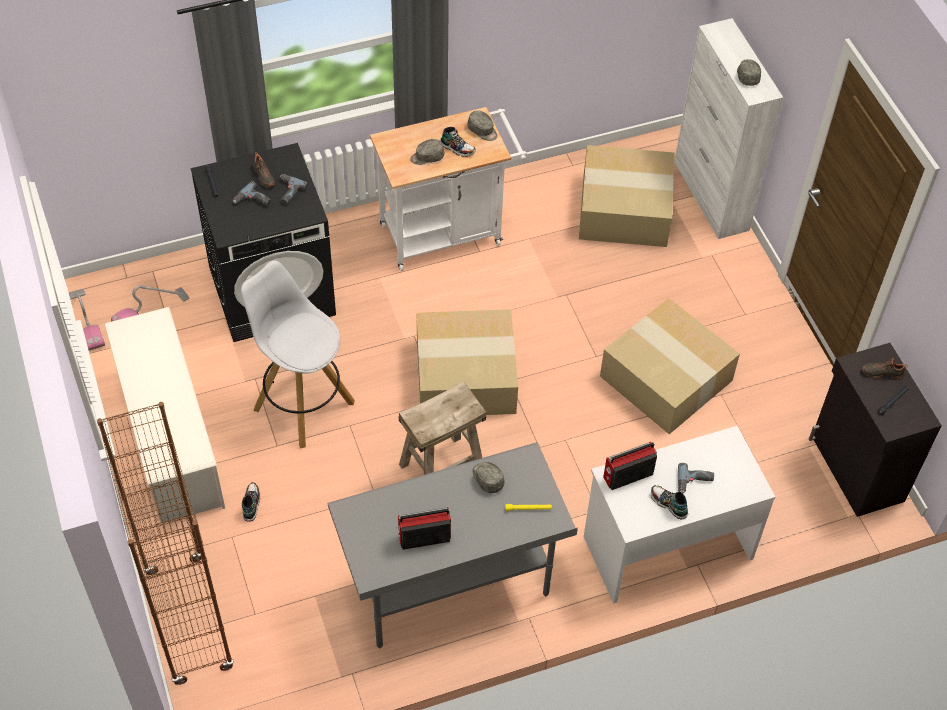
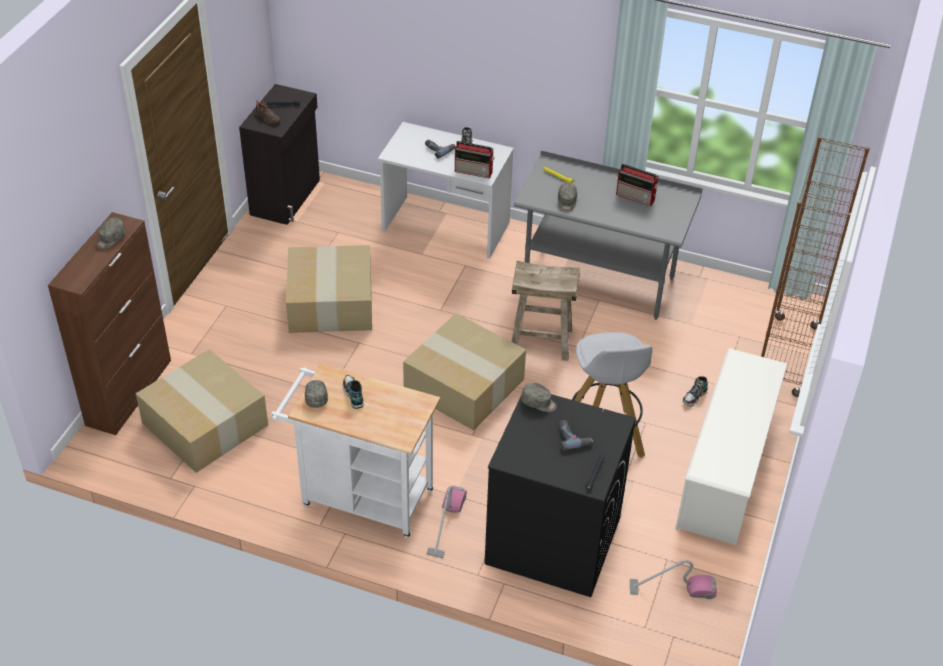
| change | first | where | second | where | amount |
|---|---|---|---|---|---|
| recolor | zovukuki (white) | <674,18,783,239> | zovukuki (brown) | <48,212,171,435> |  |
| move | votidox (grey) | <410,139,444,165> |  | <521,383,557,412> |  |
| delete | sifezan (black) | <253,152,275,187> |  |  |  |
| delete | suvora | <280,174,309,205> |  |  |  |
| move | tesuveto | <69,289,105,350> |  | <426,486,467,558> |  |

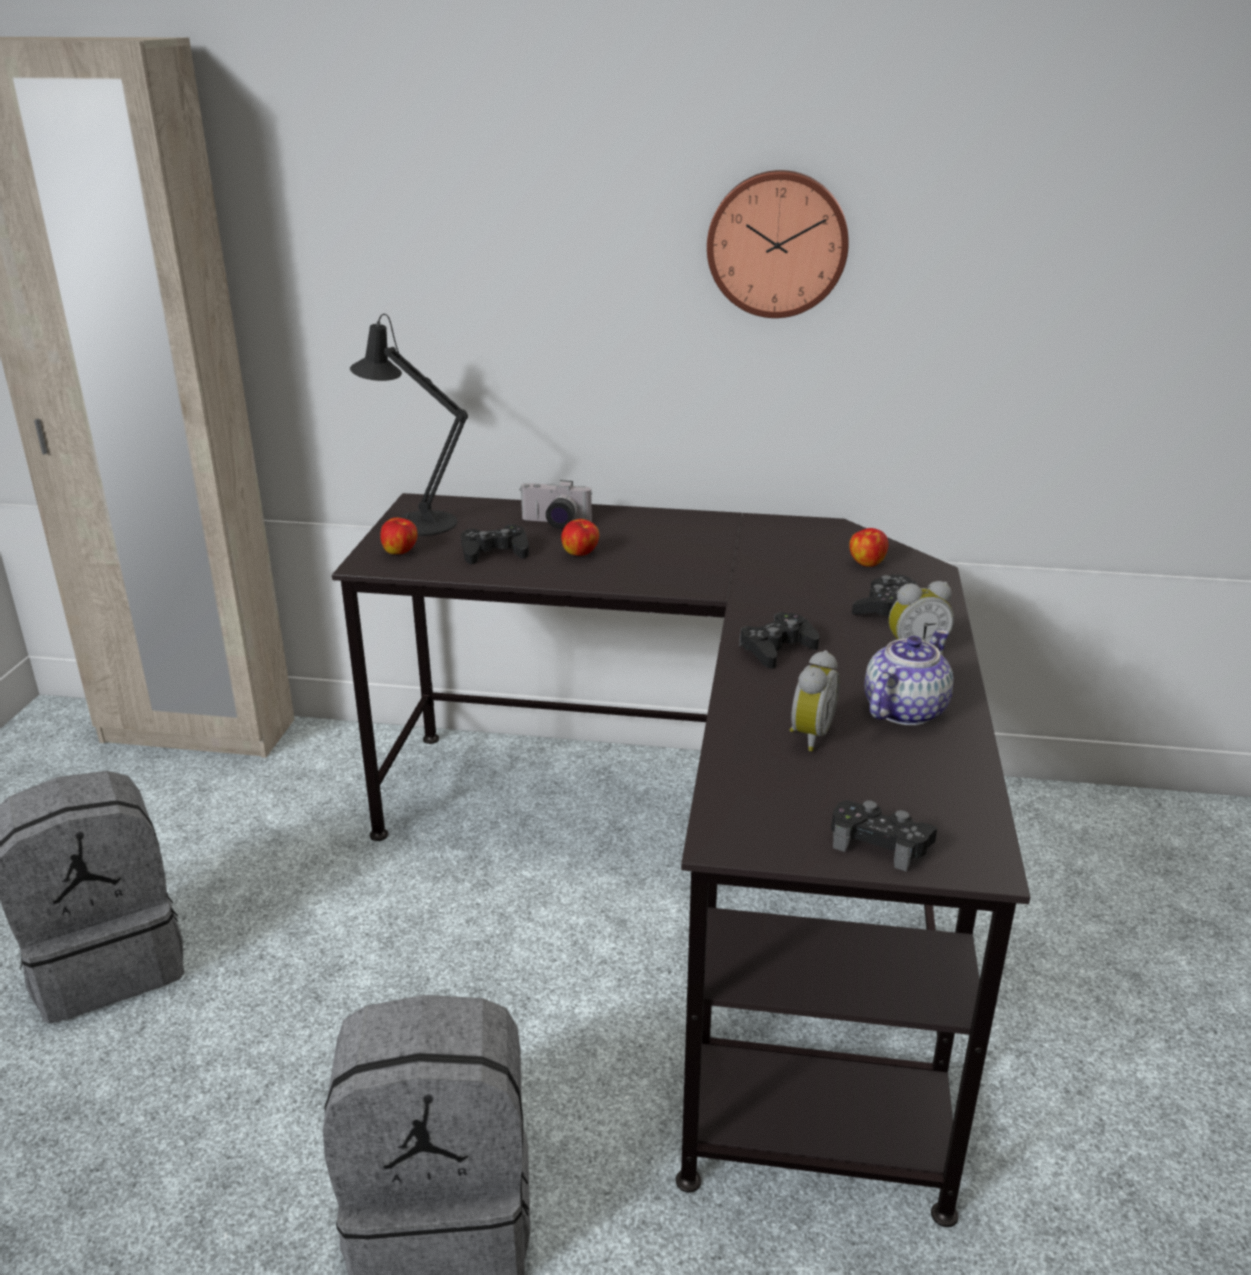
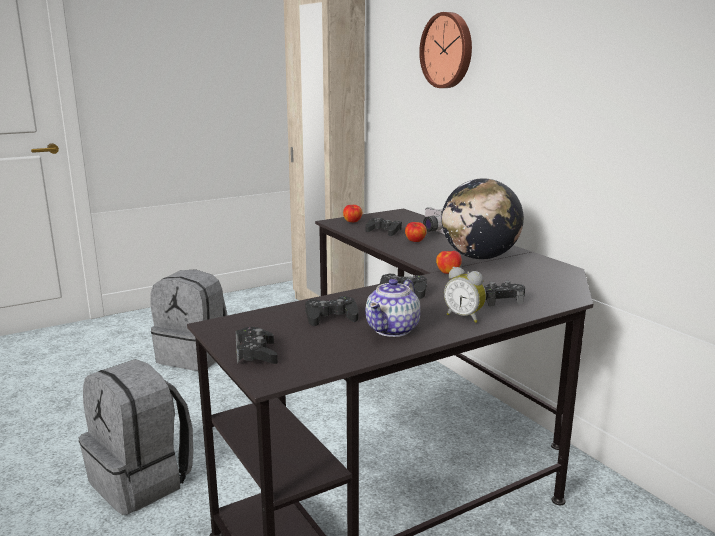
| change | first | where | second | where | amount |
|---|---|---|---|---|---|
| move | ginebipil | <707,170,849,318> |  | <419,12,472,88> |  |
| delete | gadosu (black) | <350,314,468,536> |  |  |  |
| move | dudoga | <849,528,888,567> |  | <436,251,462,274> |  |
| rotate | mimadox | <864,630,953,725> |  | <365,279,420,337> | 120 degrees clockwise |
| replace | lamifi | <790,650,840,751> | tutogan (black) | <305,296,359,326> |  |
| insert |  |  | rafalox | <441,178,524,259> |  |

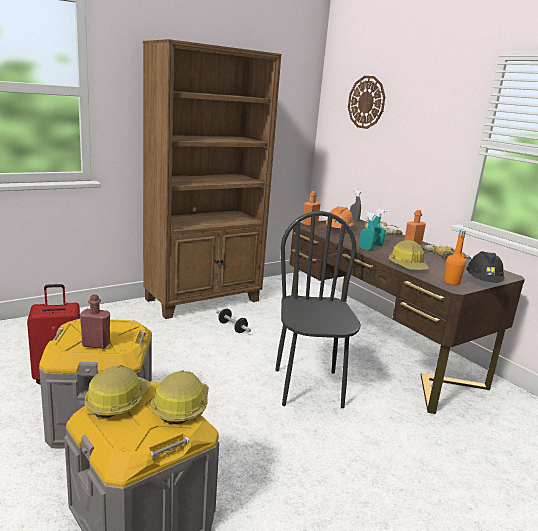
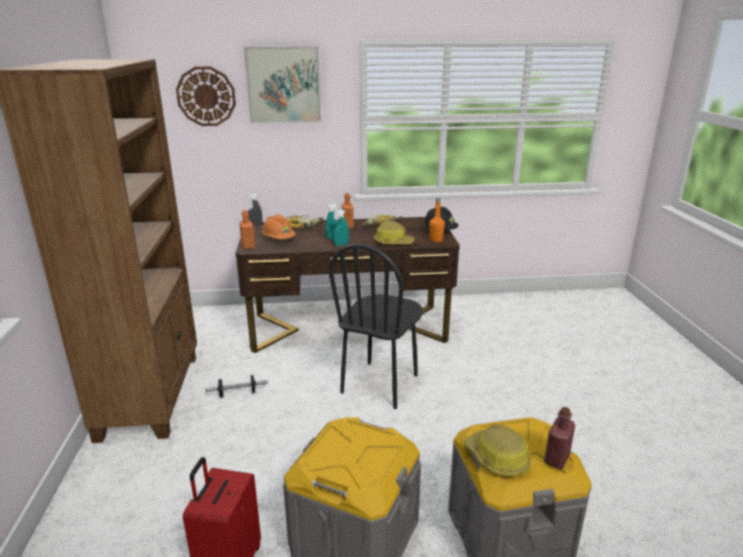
| change | first | where | second | where | amount |
|---|---|---|---|---|---|
| rotate | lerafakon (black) | <275,211,361,408> |  | <329,244,423,409> | 90 degrees counterclockwise |
| move | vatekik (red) | <80,294,110,349> |  | <544,407,576,469> |  |
| delete | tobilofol | <151,370,209,424> |  |  |  |
| insert |  |  | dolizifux | <244,46,321,123> |  |

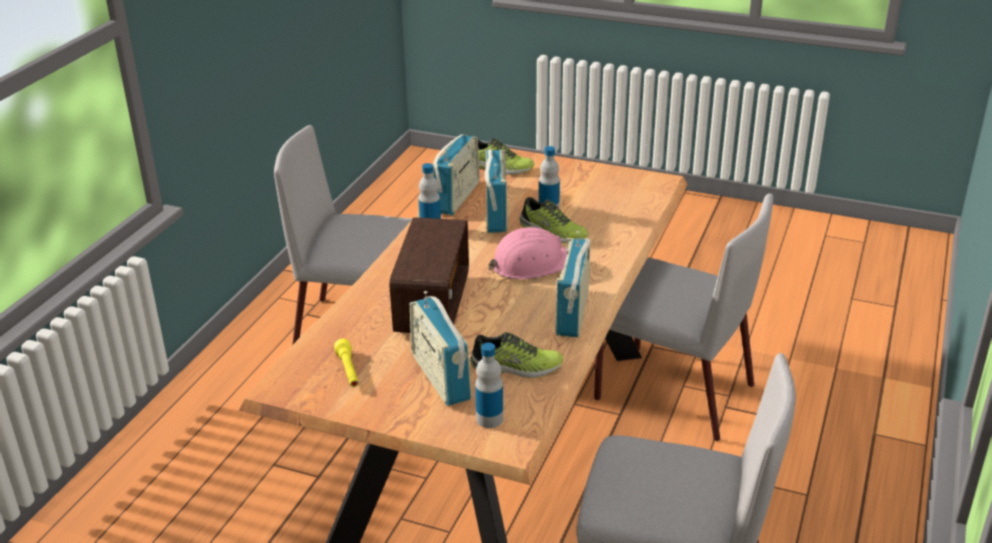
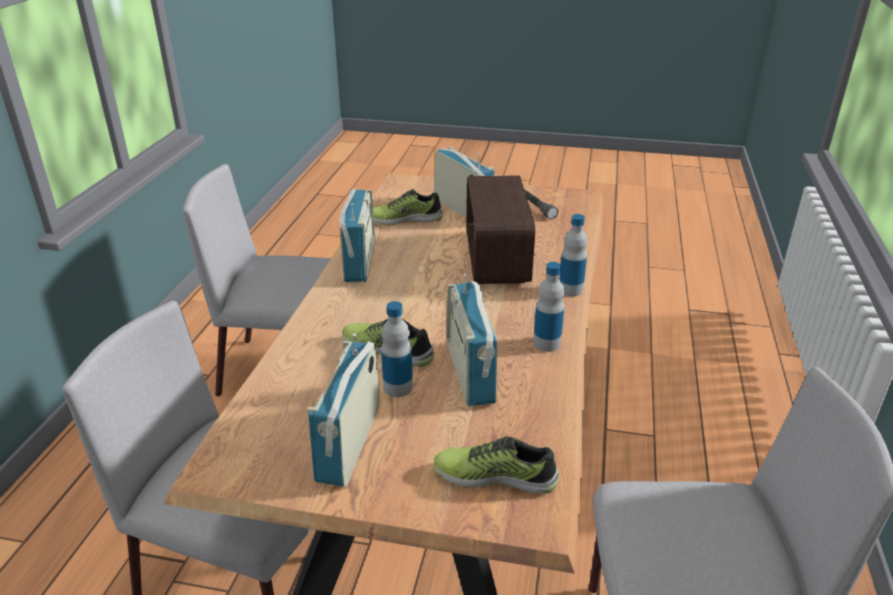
| change | first | where | second | where | amount |
|---|---|---|---|---|---|
| move | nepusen | <433,134,480,215> |  | <308,333,380,487> |  |
| delete | tobilofol (pink) | <489,227,567,279> |  |  |  |
| recolor | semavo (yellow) | <334,339,359,387> | semavo (grey) | <525,190,558,219> |  |
| move | vatekik | <475,342,503,428> |  | <559,214,587,296> |  |

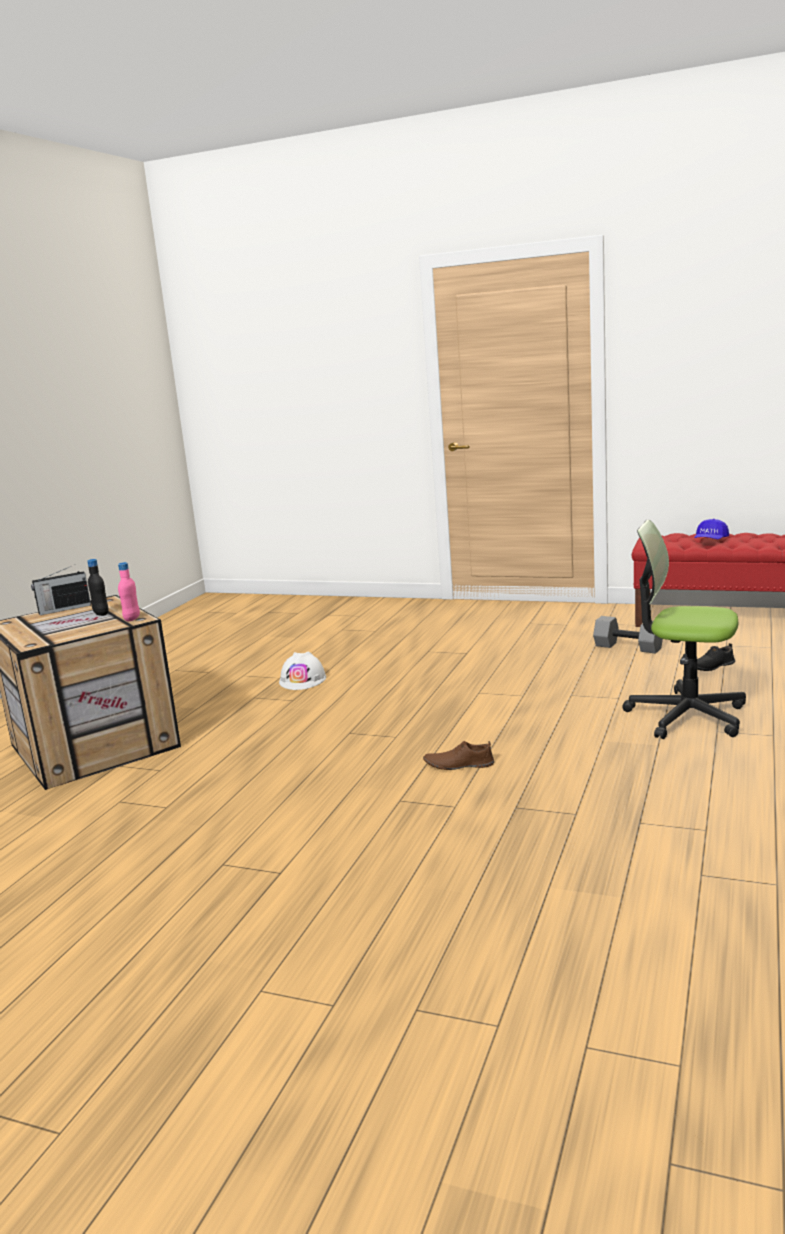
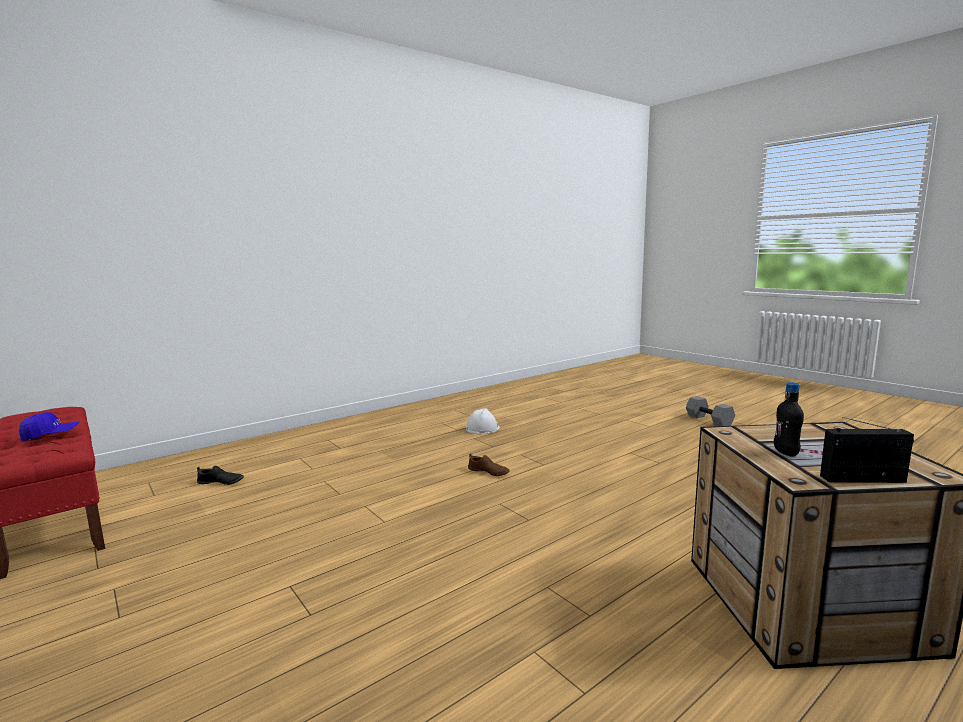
| change | first | where | second | where | amount |
|---|---|---|---|---|---|
| delete | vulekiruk | <622,520,746,739> |  |  |  |
| delete | vatekik (pink) | <118,562,140,622> |  |  |  |
| move | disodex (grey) | <593,616,663,654> |  | <686,396,735,426> |  |
| move | tobilofol (white) | <279,651,326,690> |  | <466,408,500,434> |  |

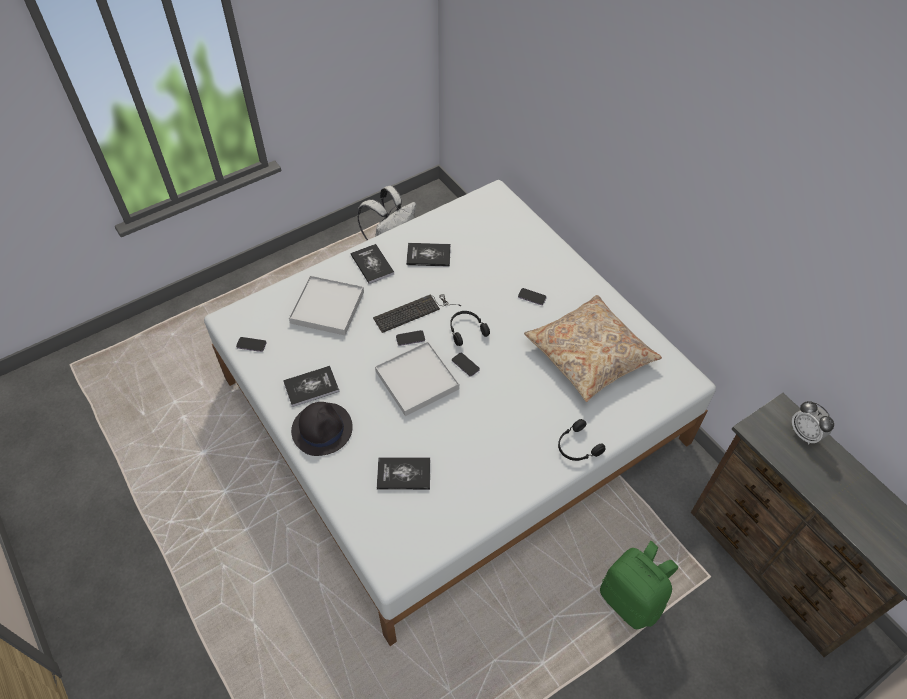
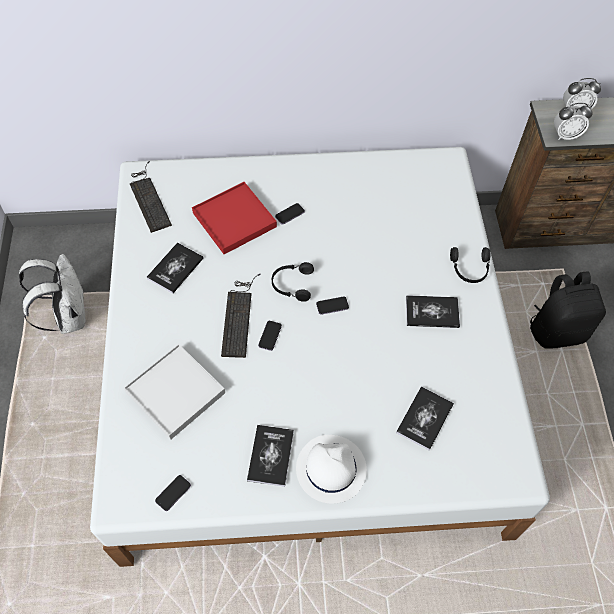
| change | first | where | second | where | amount |
|---|---|---|---|---|---|
| move | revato | <351,244,394,284> |  | <406,295,460,328> |  |
| delete | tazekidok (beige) | <524,295,662,402> |  |  |  |
| delete | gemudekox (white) | <375,341,459,416> |  |  |  |
| recolor | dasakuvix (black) | <291,402,353,456> | dasakuvix (white) | <296,435,367,504> |  |
| recolor | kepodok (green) | <600,541,678,629> | kepodok (black) | <530,271,606,349> |  |
| insert |  |  | lamifi | <554,103,593,140> |  |
| insert |  |  | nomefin | <130,161,172,233> |  |
| insert |  |  | gemudekox (red) | <192,182,277,254> |  |

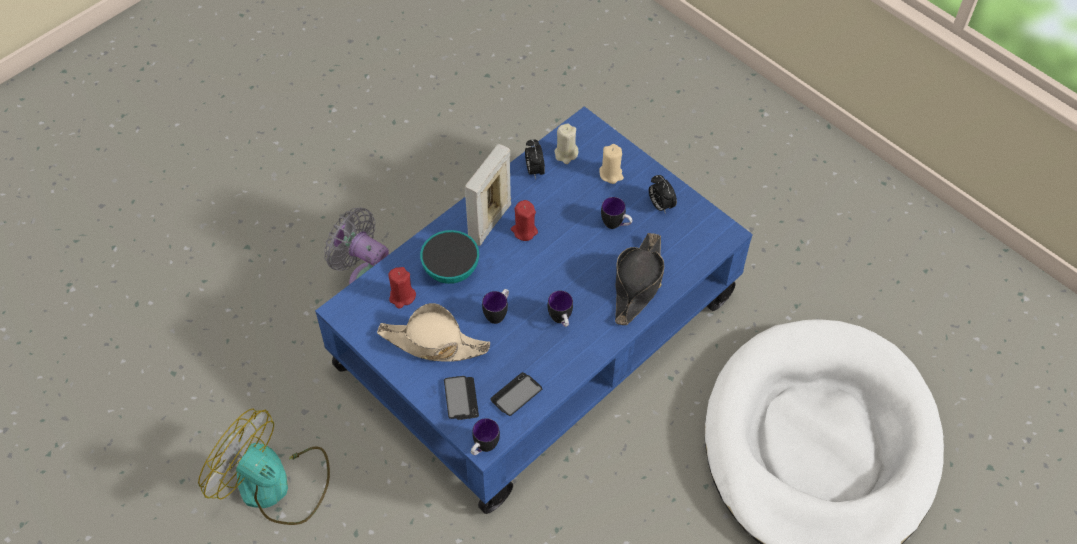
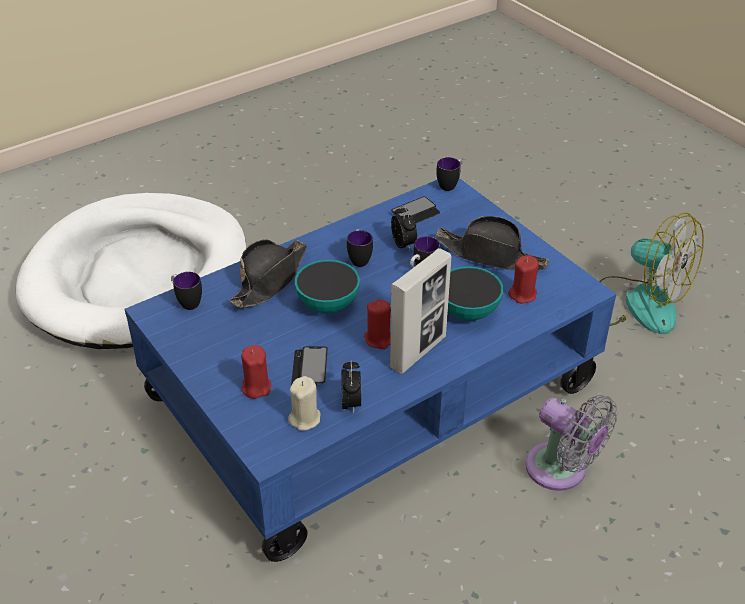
| change | first | where | second | where | amount |
|---|---|---|---|---|---|
| recolor | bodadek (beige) | <599,144,624,184> | bodadek (red) | <241,345,271,399> |  |
| move | lamifi | <649,175,677,214> |  | <391,205,417,251> |  |
| move | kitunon | <601,197,633,229> |  | <171,272,202,310> |  |
| recolor | dasakuvix (beige) | <377,303,490,362> | dasakuvix (black) | <435,216,549,270> |  |
| move | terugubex | <444,376,479,420> |  | <291,346,328,385> |  |
| insert |  |  | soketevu | <295,260,360,313> |  |

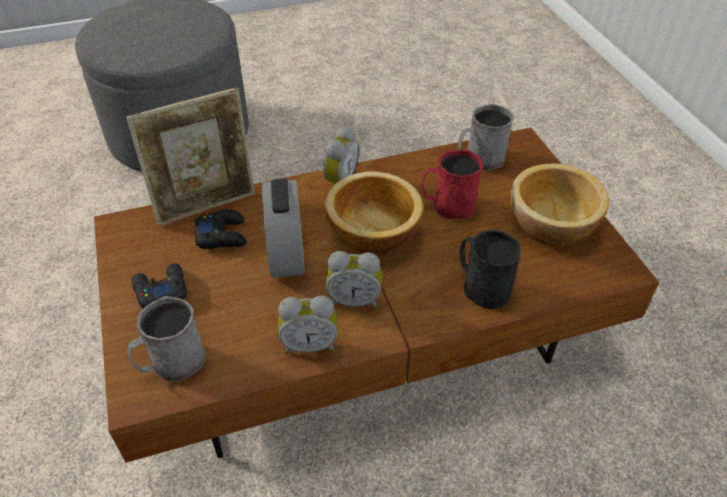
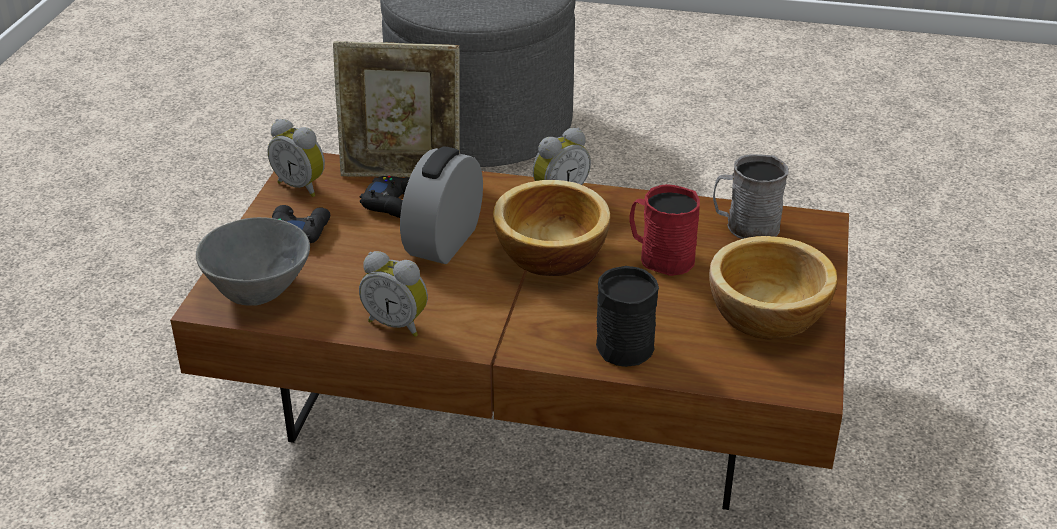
| change | first | where | second | where | amount |
|---|---|---|---|---|---|
| move | lamifi | <326,251,382,308> |  | <268,119,325,197> |  |
| replace | kitunon (grey) | <127,296,206,382> | soketevu (grey) | <196,217,310,306> |  |

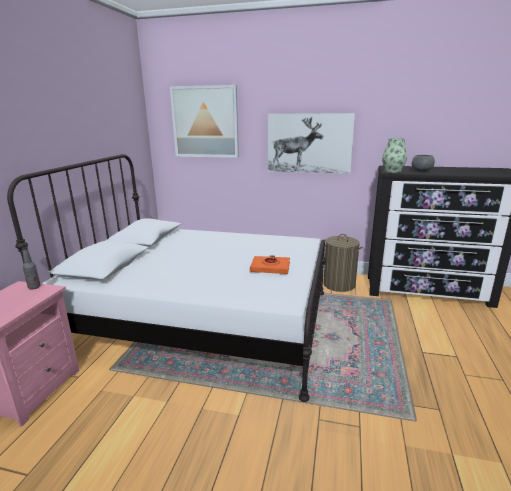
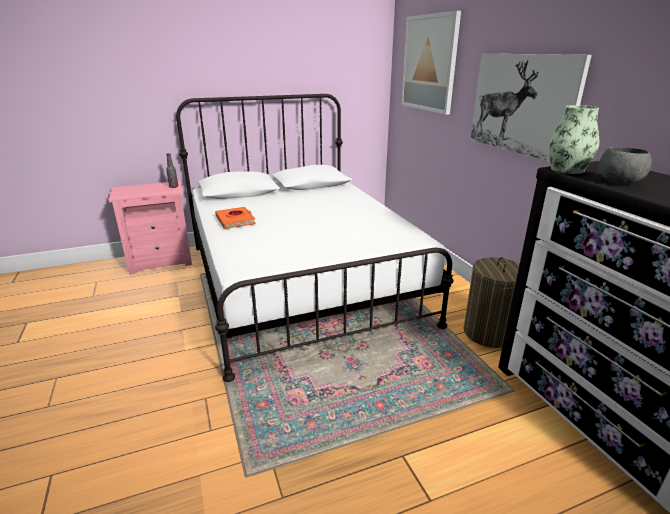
| change | first | where | second | where | amount |
|---|---|---|---|---|---|
| move | revato (orange) | <250,255,290,274> |  | <215,207,256,229> |  |

